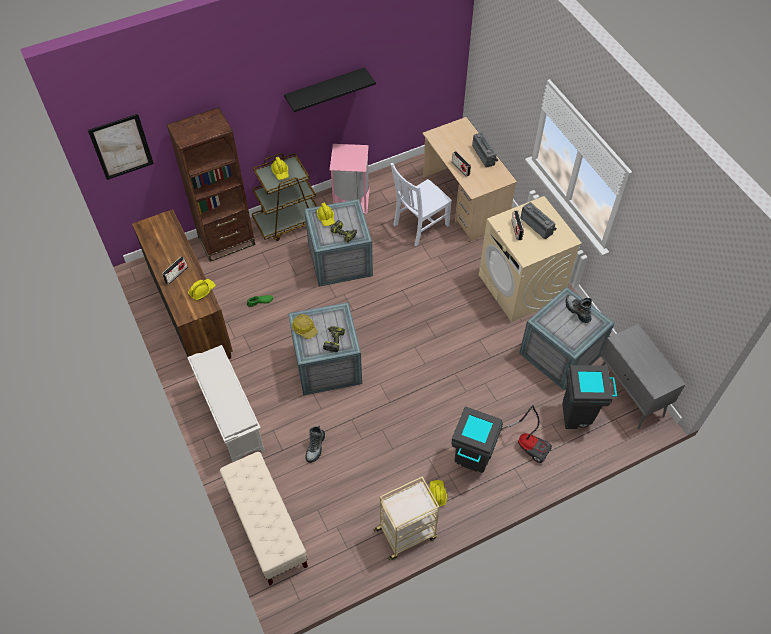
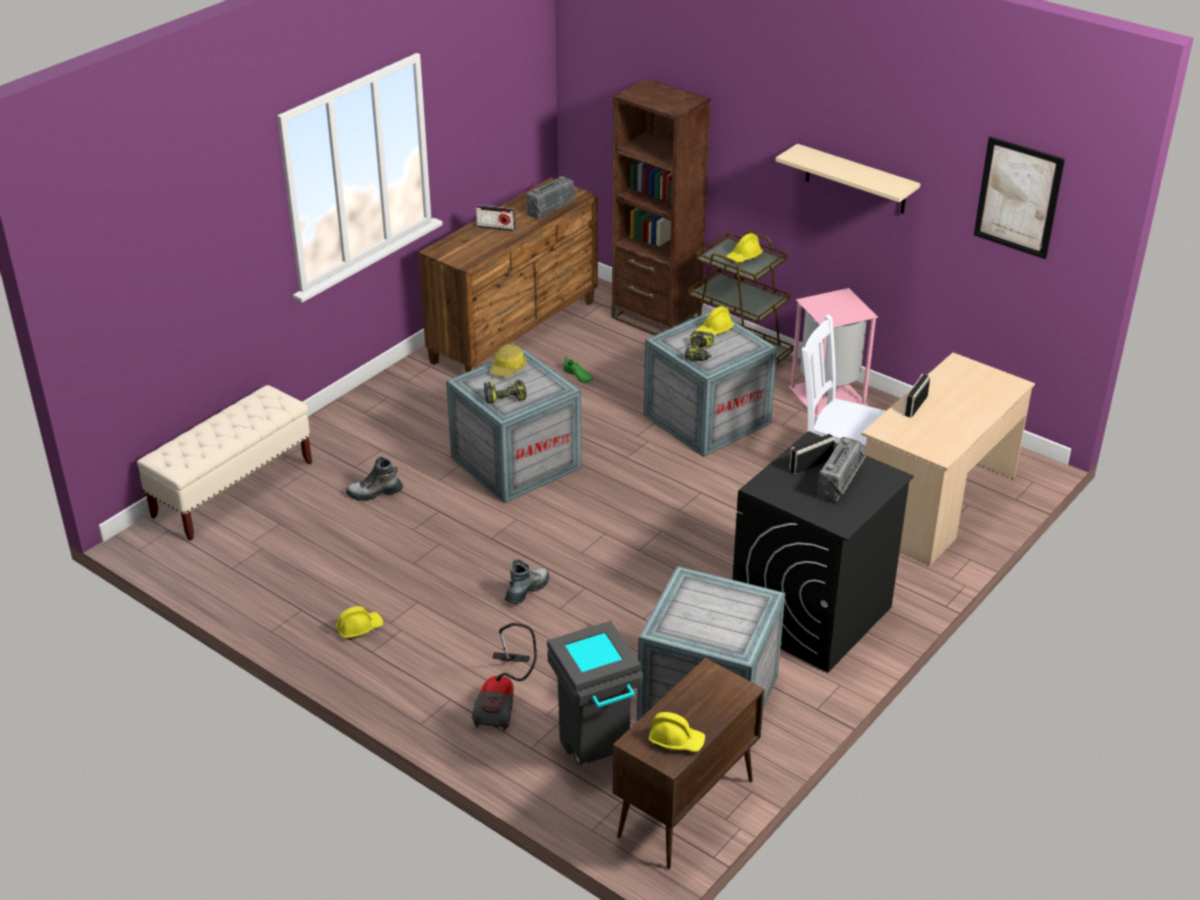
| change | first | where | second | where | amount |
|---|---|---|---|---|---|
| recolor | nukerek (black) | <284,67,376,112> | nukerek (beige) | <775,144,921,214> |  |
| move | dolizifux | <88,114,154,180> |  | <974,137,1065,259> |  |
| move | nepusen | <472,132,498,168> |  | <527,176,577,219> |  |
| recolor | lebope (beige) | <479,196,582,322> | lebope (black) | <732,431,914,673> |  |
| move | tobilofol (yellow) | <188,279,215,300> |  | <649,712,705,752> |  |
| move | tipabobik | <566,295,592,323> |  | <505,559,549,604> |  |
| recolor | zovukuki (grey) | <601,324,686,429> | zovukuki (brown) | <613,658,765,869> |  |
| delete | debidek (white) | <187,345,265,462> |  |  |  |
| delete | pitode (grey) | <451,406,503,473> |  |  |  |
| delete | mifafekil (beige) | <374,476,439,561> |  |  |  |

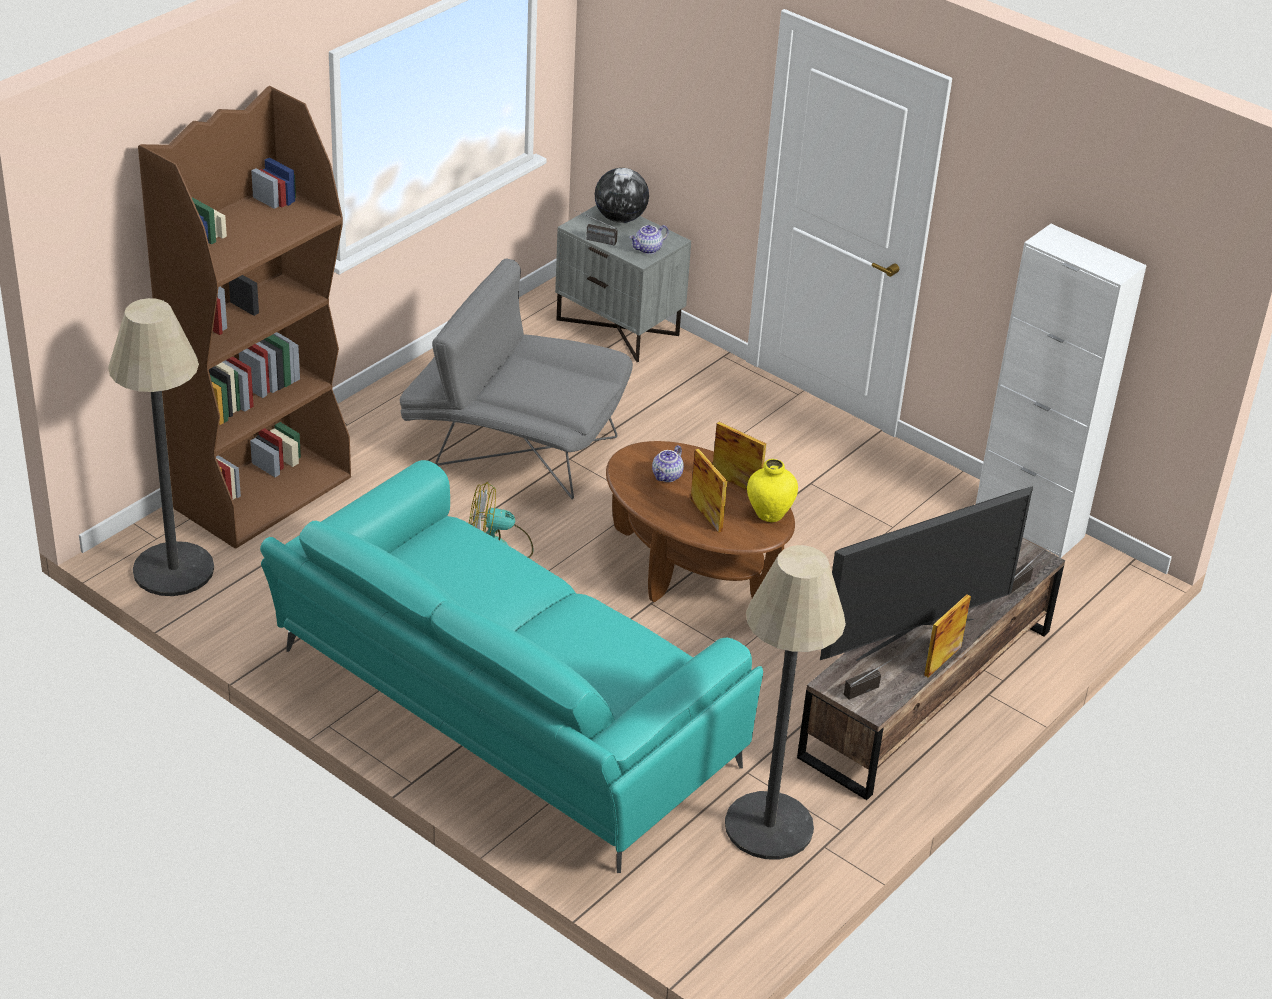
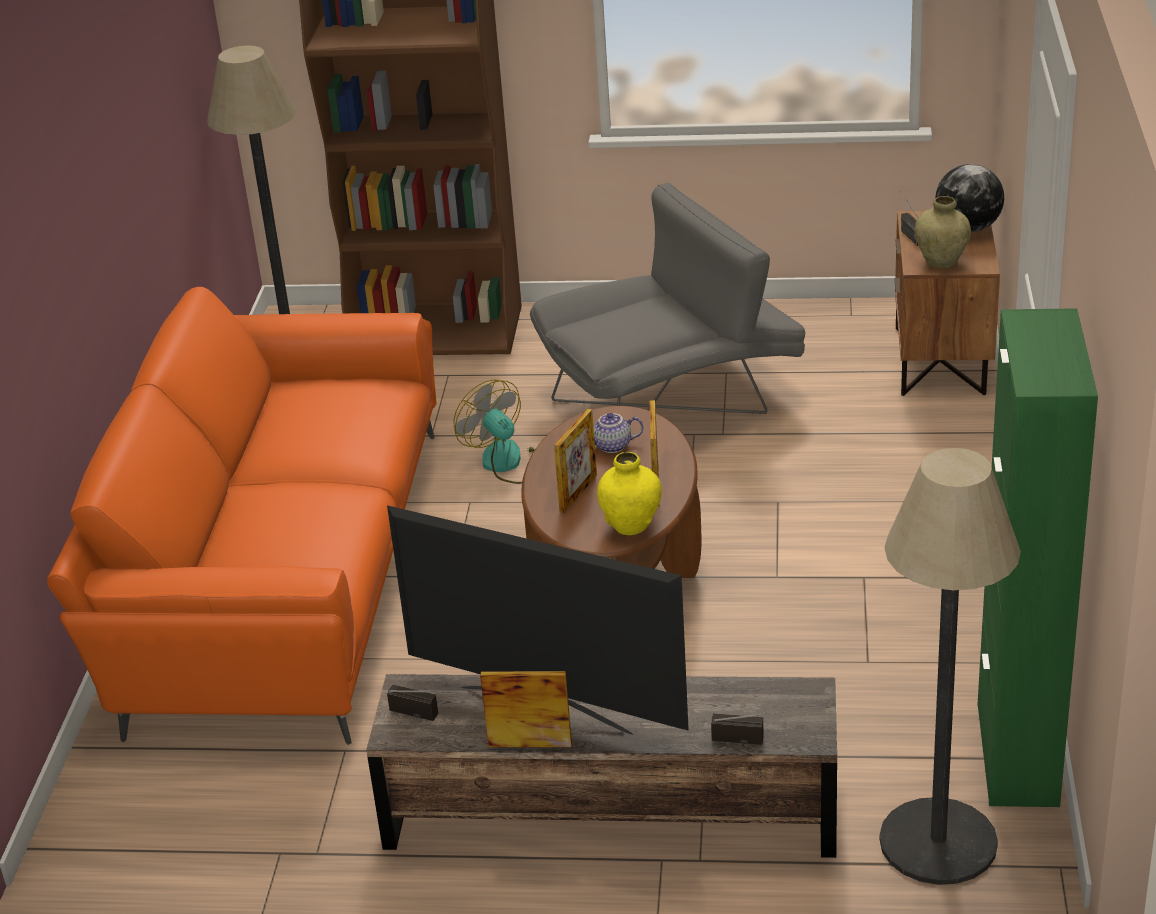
| change | first | where | second | where | amount |
|---|---|---|---|---|---|
| recolor | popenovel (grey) | <555,206,691,362> | popenovel (brown) | <895,210,1000,396> |  |
| recolor | zovukuki (white) | <976,224,1147,558> | zovukuki (green) | <977,308,1098,807> |  |
| replace | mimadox | <629,225,668,254> | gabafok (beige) | <915,196,971,269> |  |
| rotate | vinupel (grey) | <400,258,633,500> |  | <530,183,806,415> | 75 degrees clockwise |
| recolor | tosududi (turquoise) | <260,460,763,873> | tosududi (orange) | <47,287,437,745> |  |
| move | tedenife | <725,545,846,859> |  | <879,448,1021,885> |  |

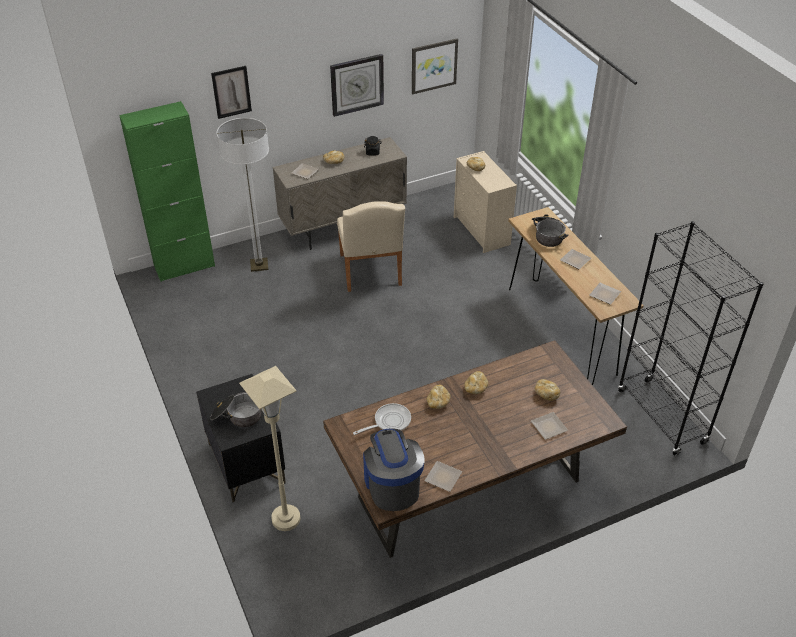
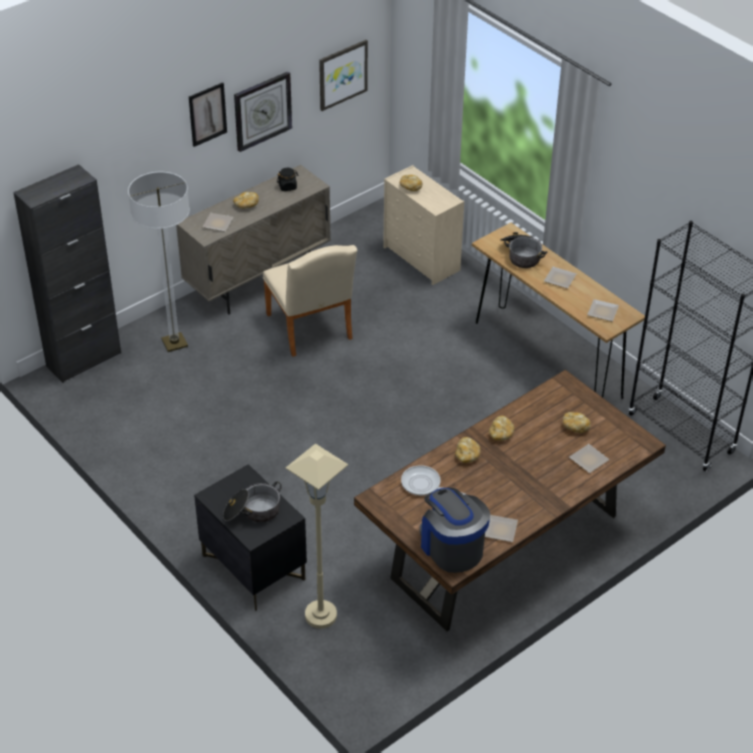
| change | first | where | second | where | amount |
|---|---|---|---|---|---|
| move | dolizifux | <211,66,252,119> |  | <189,82,227,147> |  |
| recolor | zovukuki (green) | <119,101,215,282> | zovukuki (black) | <13,164,121,383> |  |
| rotate | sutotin | <353,403,411,435> |  | <401,465,465,496> | 105 degrees counterclockwise |

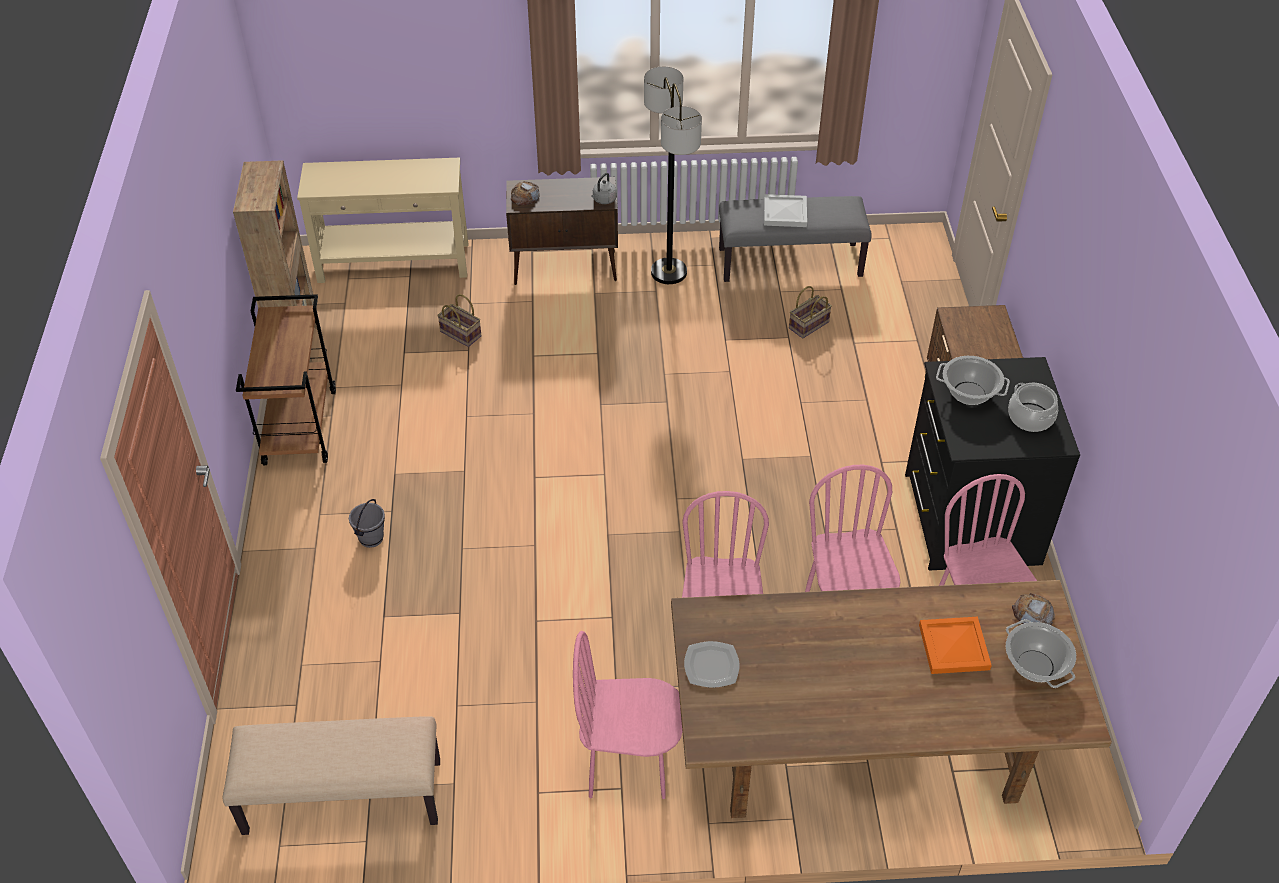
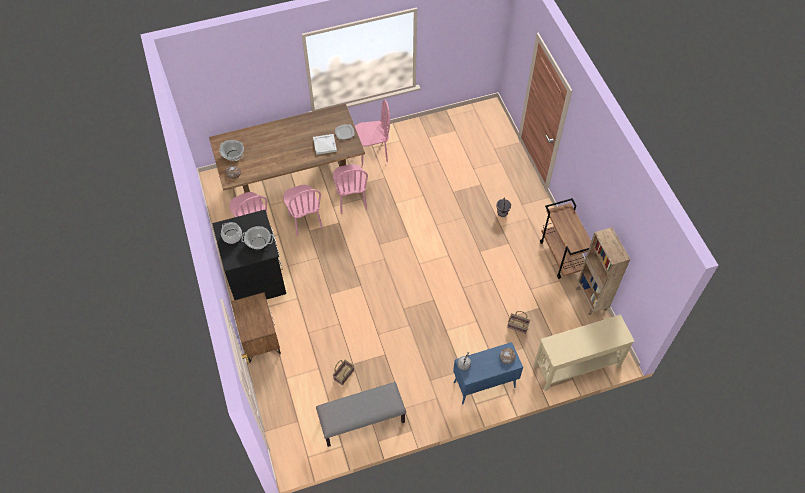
| change | first | where | second | where | amount |
|---|---|---|---|---|---|
| delete | tedenife | <644,66,702,284> |  |  |  |
| recolor | zovukuki (brown) | <506,177,618,285> | zovukuki (blue) | <453,342,523,405> |  |
| move | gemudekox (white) | <764,194,807,227> |  | <313,134,337,155> |  |
| delete | gemudekox (orange) | <919,617,992,674> |  |  |  |
| delete | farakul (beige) | <222,716,440,835> |  |  |  |

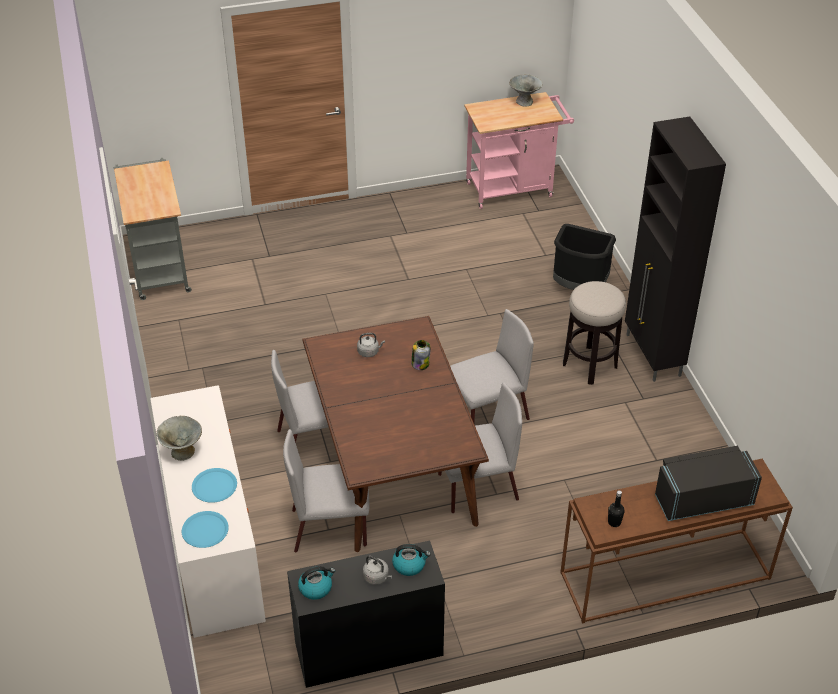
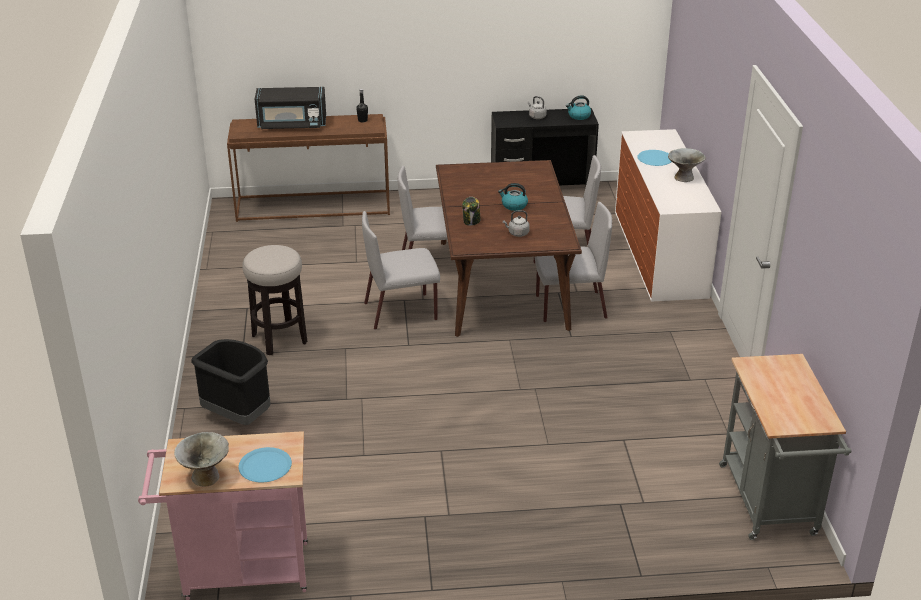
| change | first | where | second | where | amount |
|---|---|---|---|---|---|
| delete | zovukuki (black) | <625,116,726,382> |  |  |  |
| move | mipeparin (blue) | <182,511,229,548> |  | <238,447,292,483> |  |
| move | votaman | <392,544,431,576> |  | <498,183,528,211> |  |

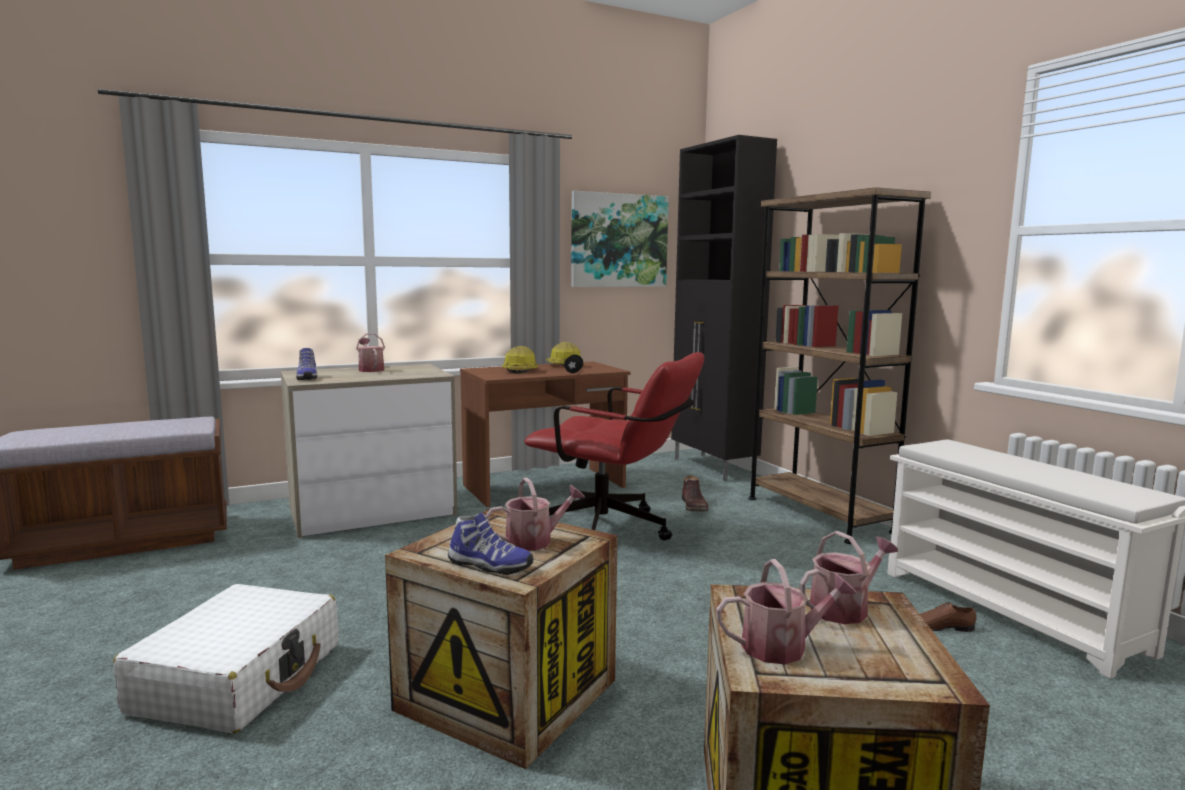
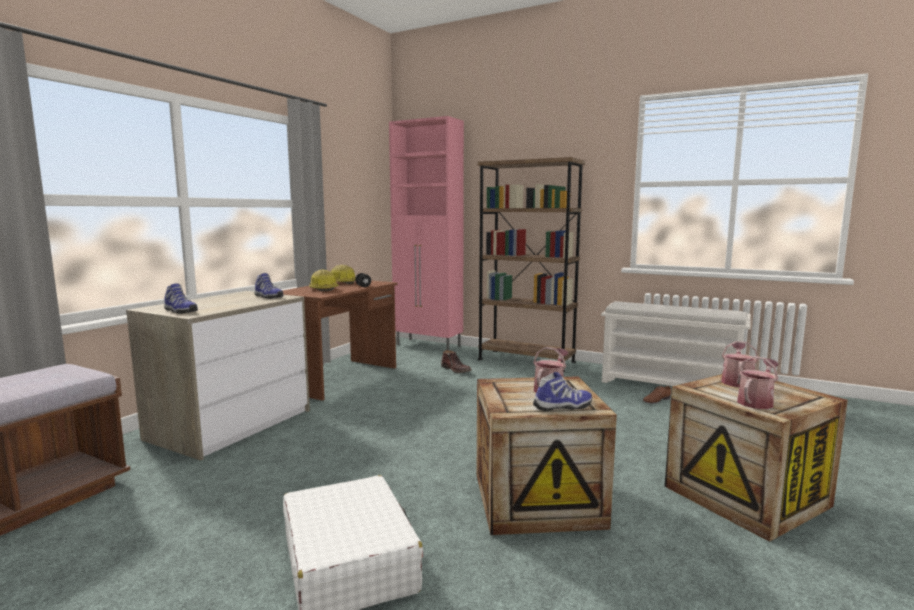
| change | first | where | second | where | amount |
|---|---|---|---|---|---|
| recolor | zovukuki (black) | <671,135,777,481> | zovukuki (pink) | <389,116,464,350> |  |
| delete | dolizifux | <571,191,669,287> |  |  |  |
| delete | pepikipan | <356,334,385,372> |  |  |  |
| delete | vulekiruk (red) | <524,352,704,541> |  |  |  |
| insert |  |  | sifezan | <254,273,283,299> |  |

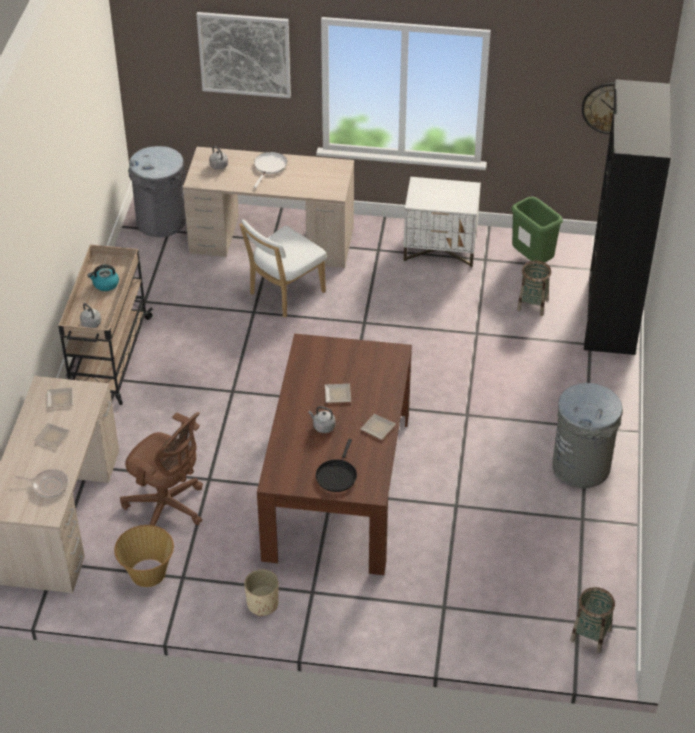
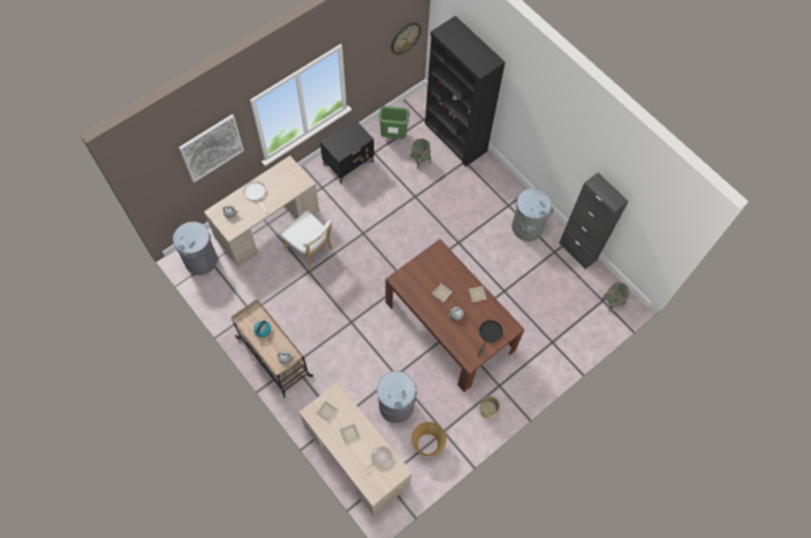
| change | first | where | second | where | amount |
|---|---|---|---|---|---|
| recolor | popenovel (white) | <404,177,481,268> | popenovel (black) | <320,119,374,184> |  |
| rotate | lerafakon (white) | <239,219,327,318> |  | <281,211,333,269> | 45 degrees counterclockwise |
| replace | vulekiruk (brown) | <120,412,203,526> | pitode (grey) | <377,371,417,423> |  |
| rotate | sutotin (black) | <316,439,357,492> |  | <477,320,503,356> | 120 degrees counterclockwise |
| insert |  |  | zovukuki (black) | <559,173,628,269> |  |

